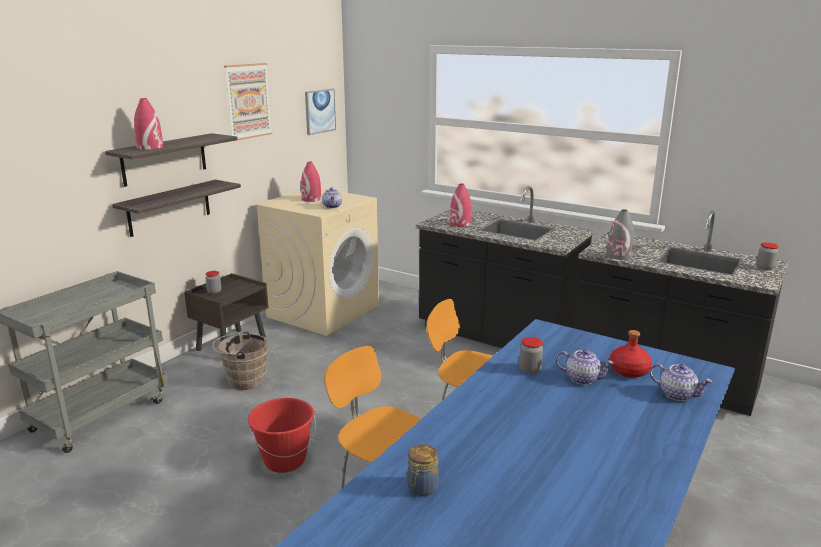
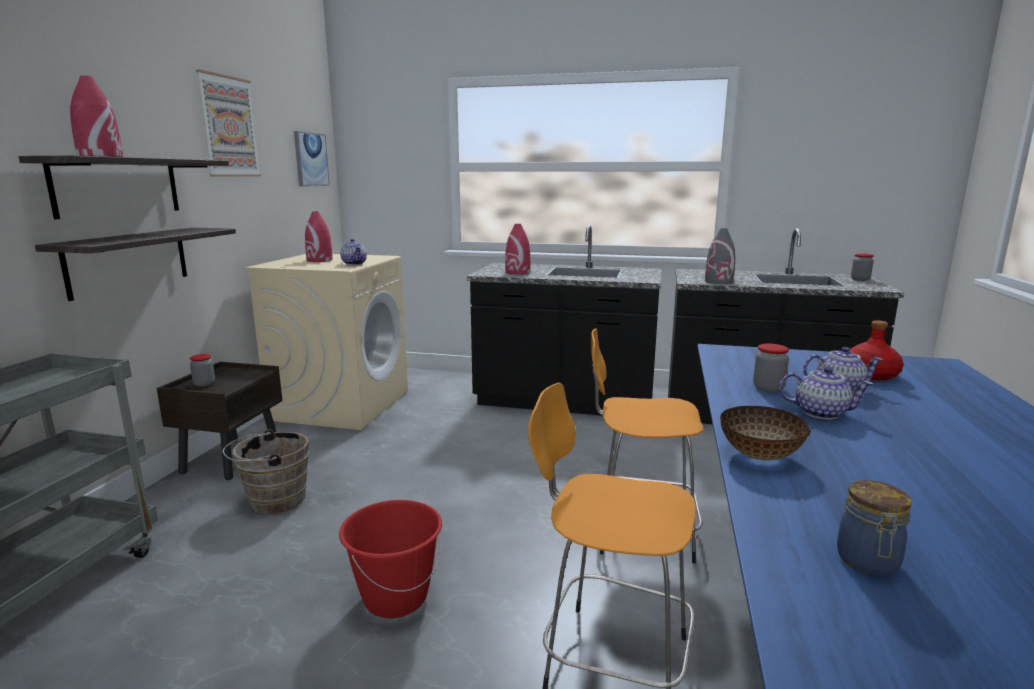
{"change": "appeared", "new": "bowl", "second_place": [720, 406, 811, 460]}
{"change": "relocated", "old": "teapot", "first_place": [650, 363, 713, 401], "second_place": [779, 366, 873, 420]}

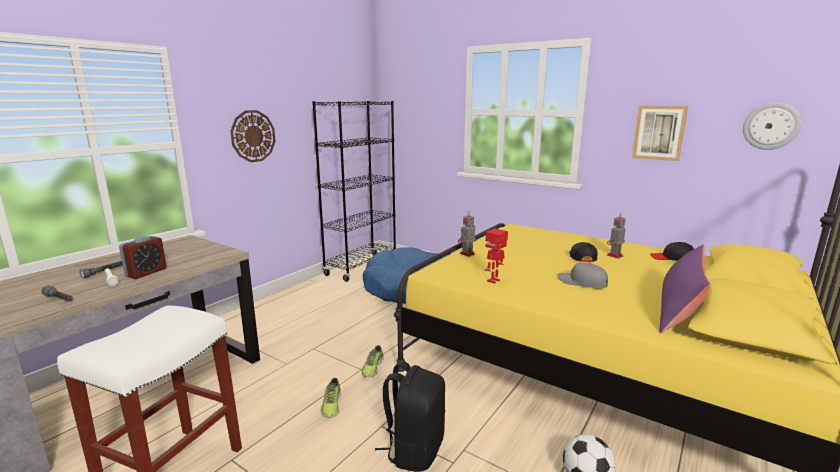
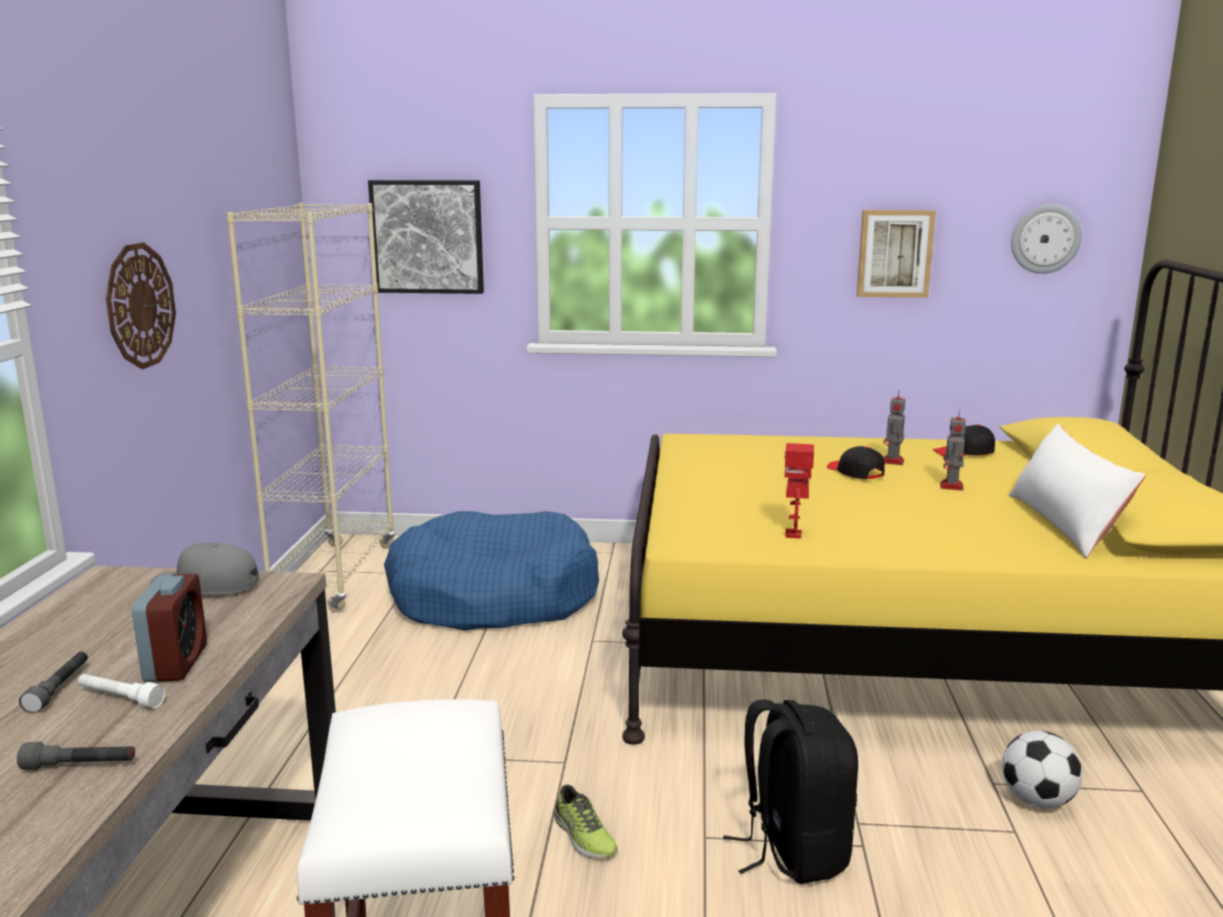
{"change": "relocated", "old": "cap (grey)", "first_place": [557, 262, 608, 289], "second_place": [151, 543, 259, 595]}
{"change": "colour", "old": "bookcase (black)", "new": "bookcase (beige)", "first_place": [312, 101, 396, 282], "second_place": [226, 203, 396, 612]}
{"change": "appeared", "new": "picture", "second_place": [368, 180, 484, 294]}
{"change": "relocated", "old": "toy robot", "first_place": [458, 211, 476, 257], "second_place": [940, 409, 966, 491]}
{"change": "colour", "old": "pillow (purple)", "new": "pillow (white)", "first_place": [659, 244, 710, 334], "second_place": [1009, 424, 1146, 559]}
{"change": "missing", "old": "shoe", "first_place": [362, 345, 384, 377]}

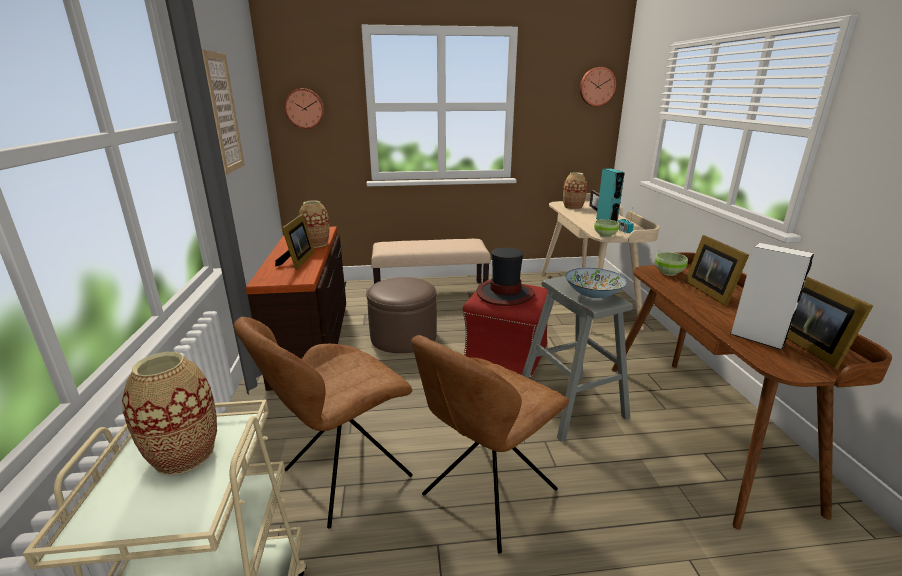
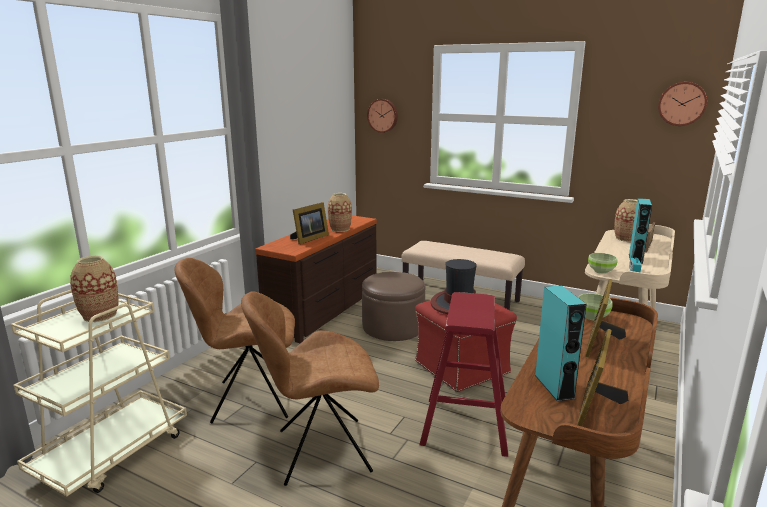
{"change": "colour", "old": "stool (grey)", "new": "stool (red)", "first_place": [522, 276, 633, 442], "second_place": [419, 292, 508, 457]}
{"change": "colour", "old": "speaker (white)", "new": "speaker (turquoise)", "first_place": [730, 243, 814, 350], "second_place": [535, 285, 587, 401]}
{"change": "missing", "old": "picture", "first_place": [202, 49, 244, 175]}
{"change": "missing", "old": "bowl", "first_place": [565, 268, 627, 298]}

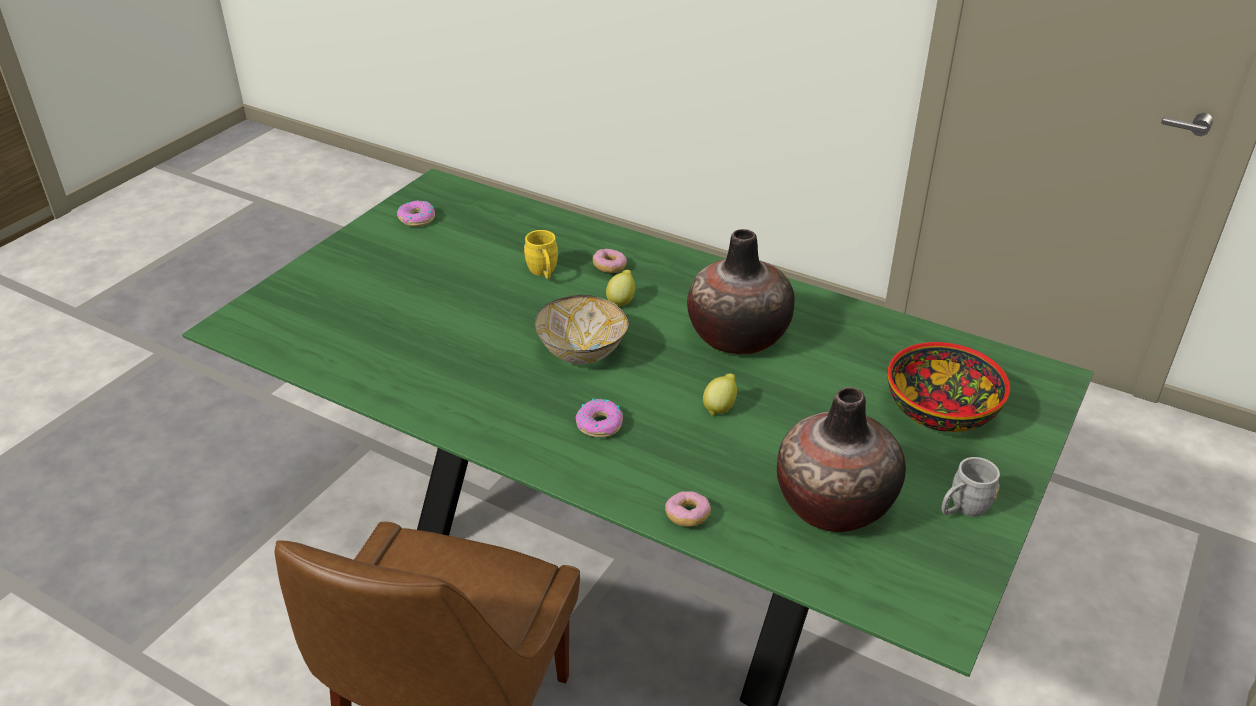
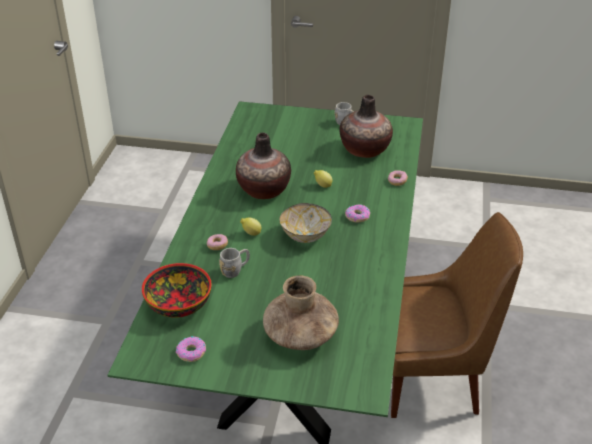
{"change": "relocated", "old": "bowl", "first_place": [887, 342, 1010, 432], "second_place": [142, 263, 212, 318]}
{"change": "colour", "old": "mug (yellow)", "new": "mug (grey)", "first_place": [524, 230, 558, 279], "second_place": [219, 248, 250, 278]}
{"change": "appeared", "new": "vase (brown)", "second_place": [263, 275, 339, 350]}

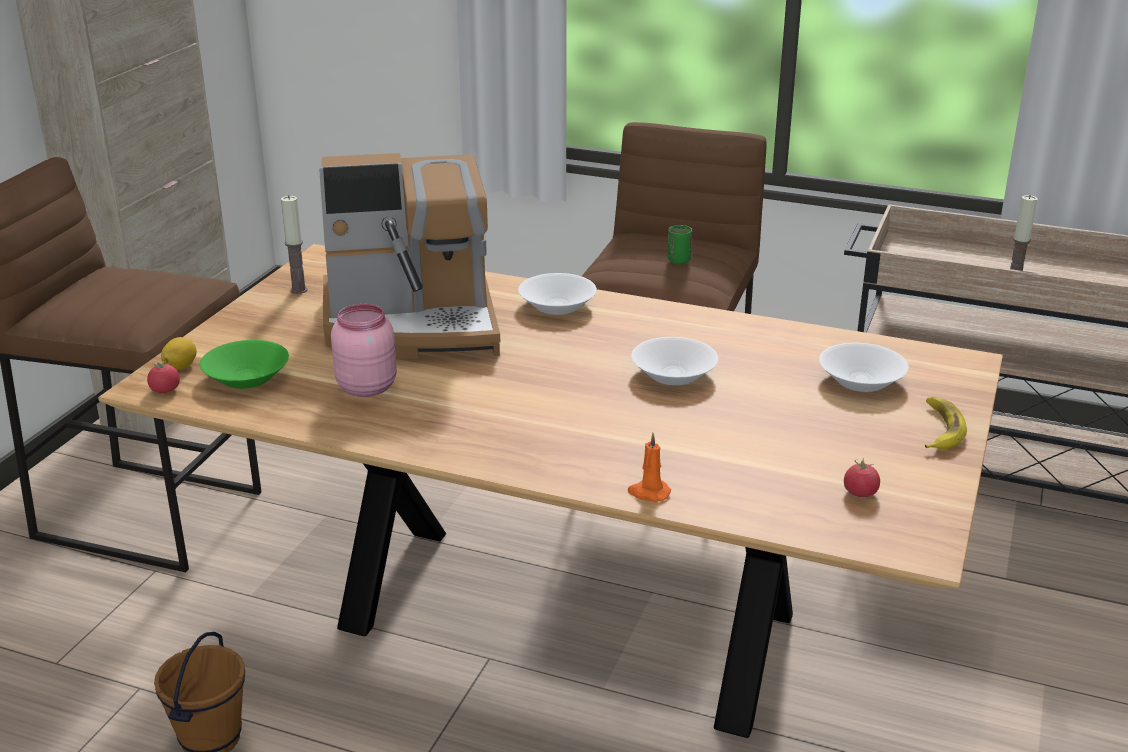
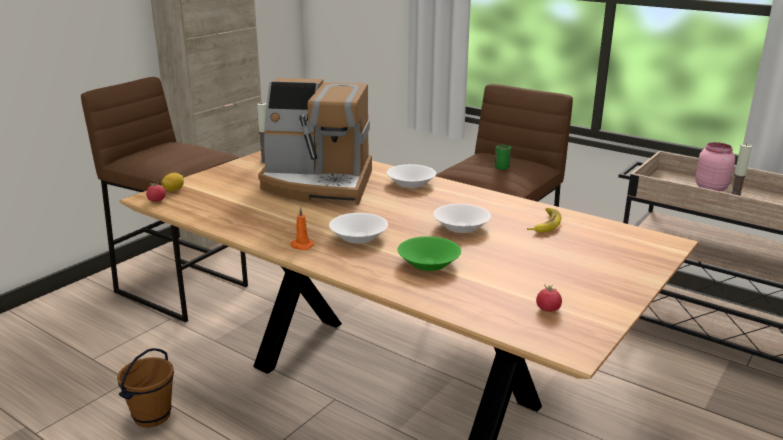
{"change": "relocated", "old": "candle (orange)", "first_place": [628, 433, 671, 502], "second_place": [290, 207, 314, 250]}
{"change": "relocated", "old": "bowl (white)", "first_place": [819, 343, 909, 392], "second_place": [329, 213, 388, 243]}
{"change": "relocated", "old": "bowl (green)", "first_place": [200, 340, 289, 389], "second_place": [398, 236, 461, 271]}
{"change": "relocated", "old": "banana", "first_place": [925, 397, 967, 450], "second_place": [527, 208, 561, 233]}
{"change": "relocated", "old": "jar (pink)", "first_place": [331, 304, 397, 397], "second_place": [695, 142, 735, 191]}

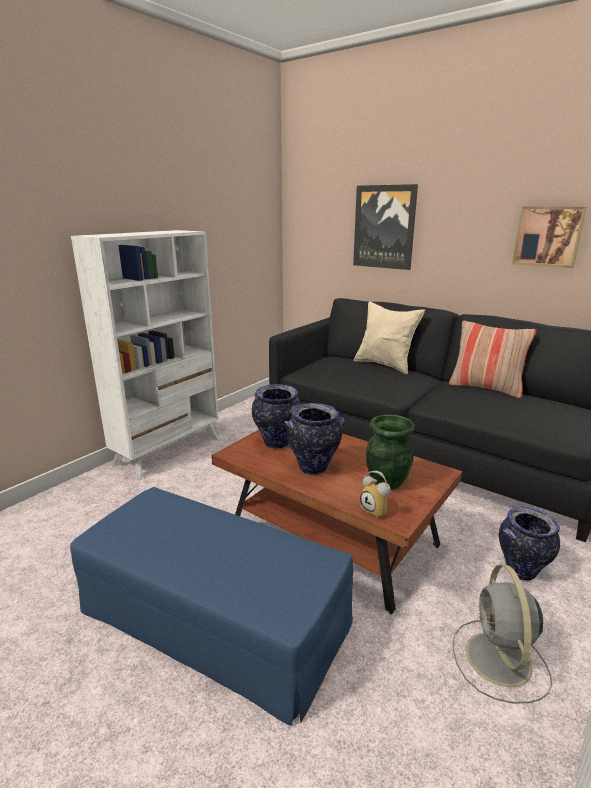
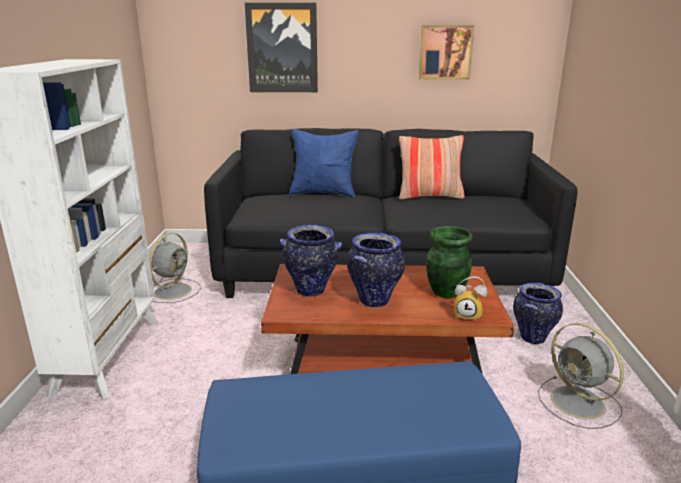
{"change": "appeared", "new": "fan (grey)", "second_place": [149, 233, 201, 303]}
{"change": "colour", "old": "pillow (beige)", "new": "pillow (blue)", "first_place": [354, 301, 425, 374], "second_place": [289, 129, 359, 198]}

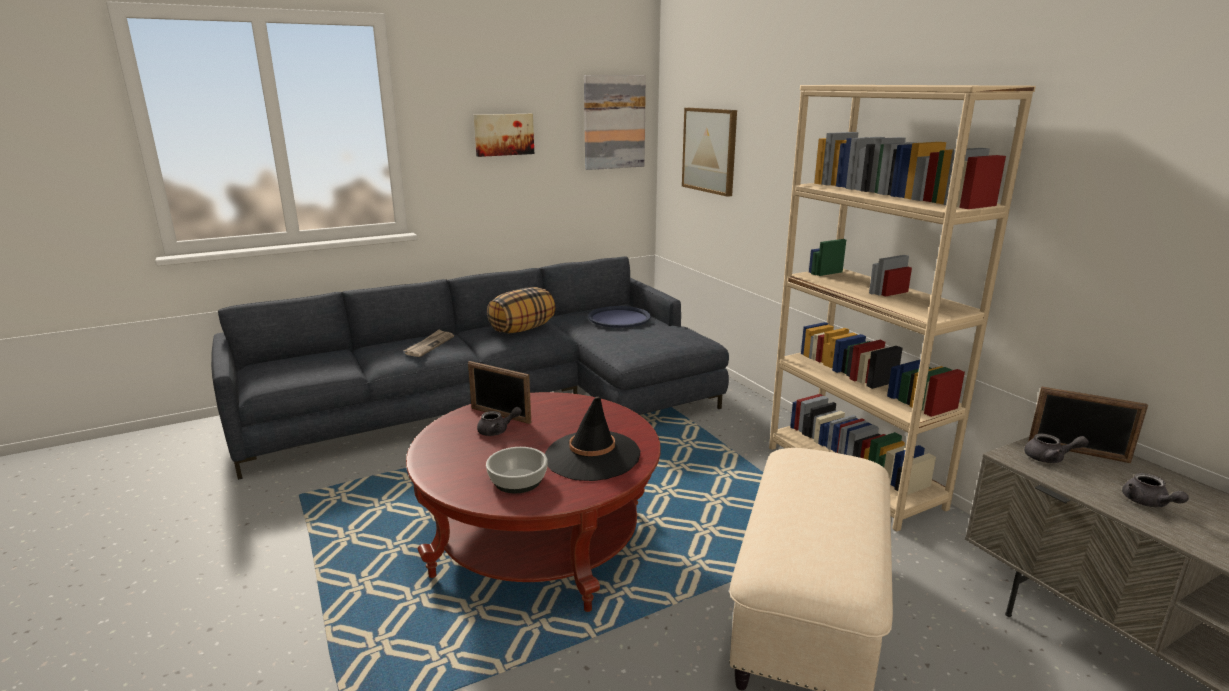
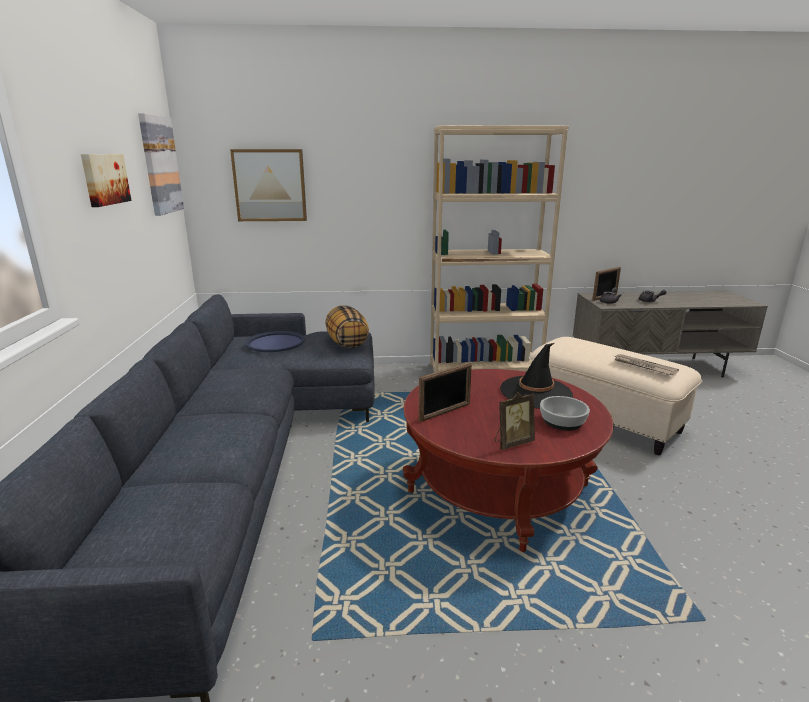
{"change": "relocated", "old": "pillow", "first_place": [487, 287, 555, 333], "second_place": [325, 305, 369, 348]}
{"change": "appeared", "new": "picture frame", "second_place": [494, 392, 535, 450]}
{"change": "relocated", "old": "newspaper", "first_place": [404, 329, 454, 357], "second_place": [614, 354, 679, 376]}
{"change": "missing", "old": "teapot (grey)", "first_place": [477, 407, 522, 436]}

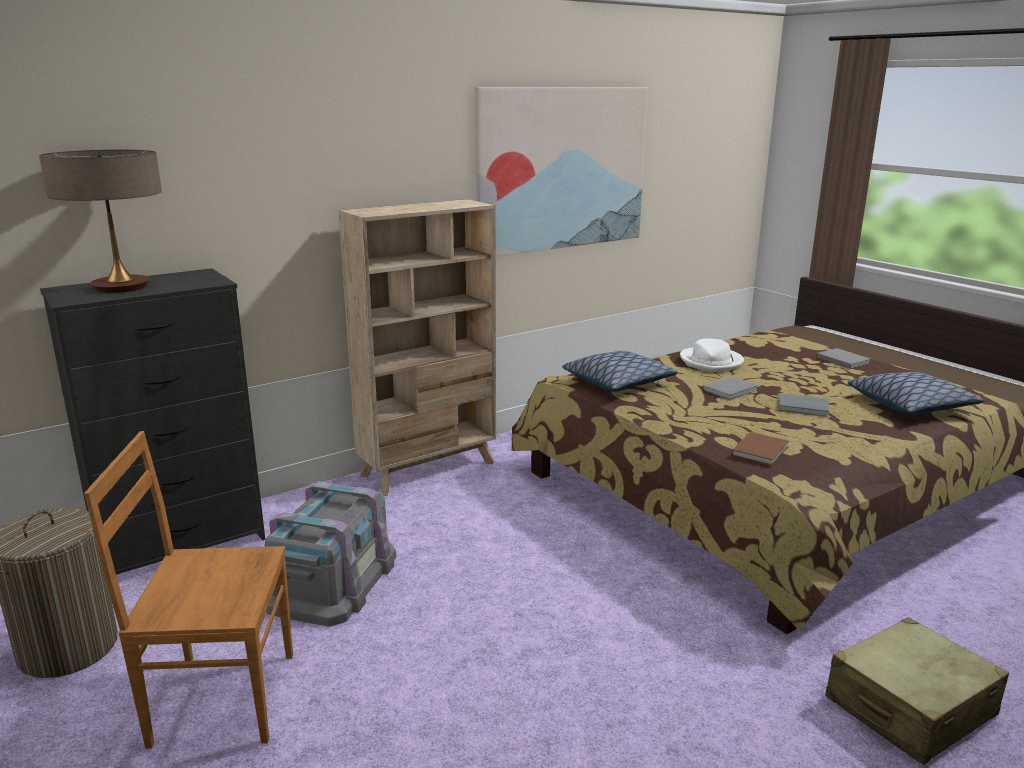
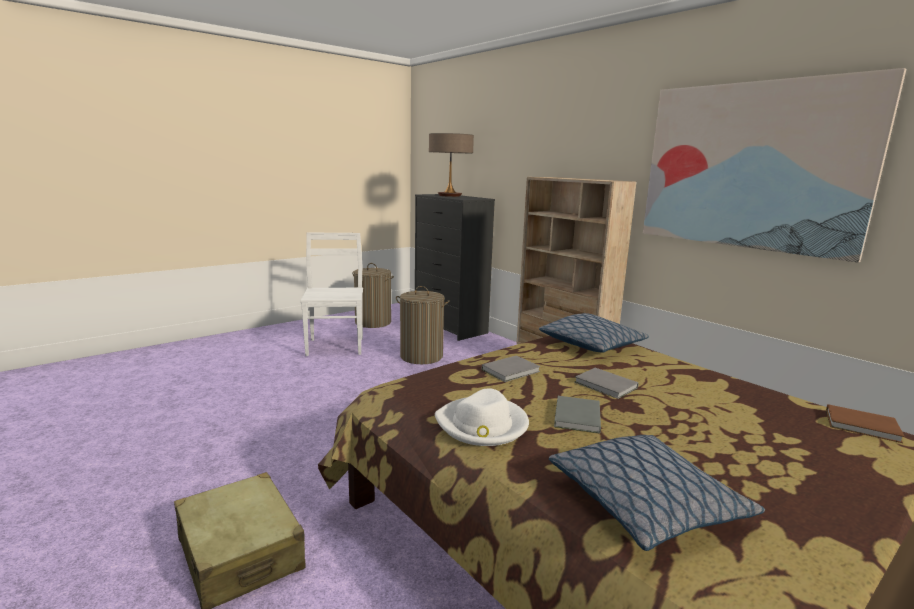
{"change": "colour", "old": "chair (brown)", "new": "chair (white)", "first_place": [84, 431, 293, 749], "second_place": [301, 232, 363, 356]}
{"change": "exchanged", "old": "storage box (grey)", "new": "laundry basket", "first_place": [265, 481, 396, 627], "second_place": [396, 286, 450, 364]}
{"change": "relocated", "old": "hat (white)", "first_place": [680, 339, 744, 372], "second_place": [435, 389, 529, 446]}
{"change": "relocated", "old": "book (grey)", "first_place": [817, 348, 870, 369], "second_place": [482, 355, 540, 382]}
{"change": "relocated", "old": "book (brown)", "first_place": [732, 432, 789, 466], "second_place": [826, 404, 905, 443]}

